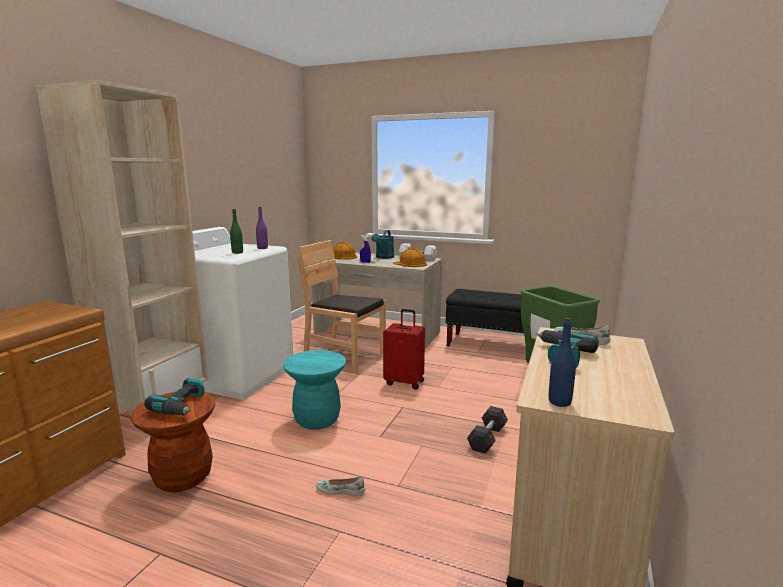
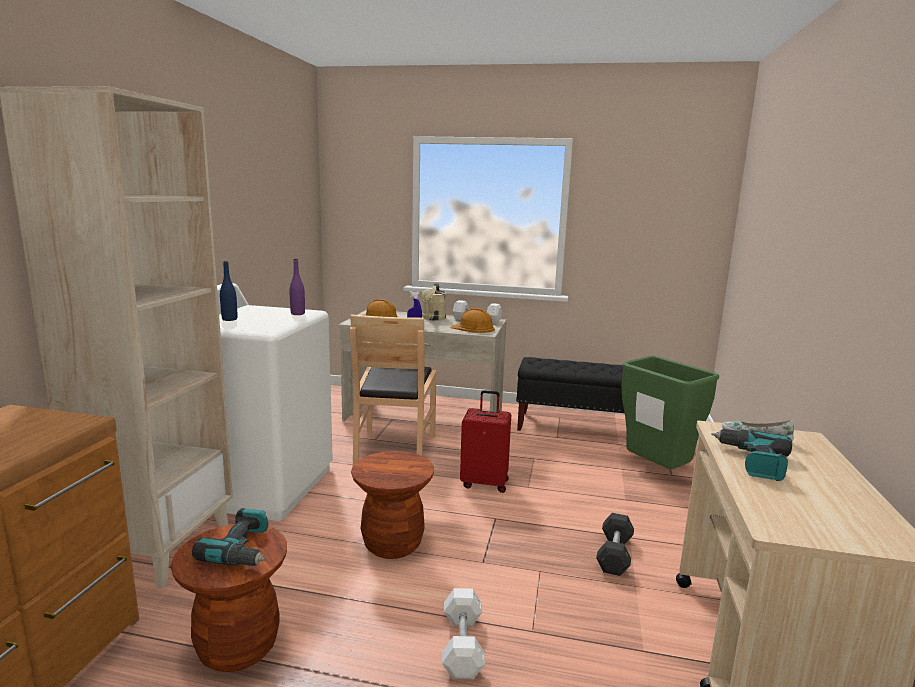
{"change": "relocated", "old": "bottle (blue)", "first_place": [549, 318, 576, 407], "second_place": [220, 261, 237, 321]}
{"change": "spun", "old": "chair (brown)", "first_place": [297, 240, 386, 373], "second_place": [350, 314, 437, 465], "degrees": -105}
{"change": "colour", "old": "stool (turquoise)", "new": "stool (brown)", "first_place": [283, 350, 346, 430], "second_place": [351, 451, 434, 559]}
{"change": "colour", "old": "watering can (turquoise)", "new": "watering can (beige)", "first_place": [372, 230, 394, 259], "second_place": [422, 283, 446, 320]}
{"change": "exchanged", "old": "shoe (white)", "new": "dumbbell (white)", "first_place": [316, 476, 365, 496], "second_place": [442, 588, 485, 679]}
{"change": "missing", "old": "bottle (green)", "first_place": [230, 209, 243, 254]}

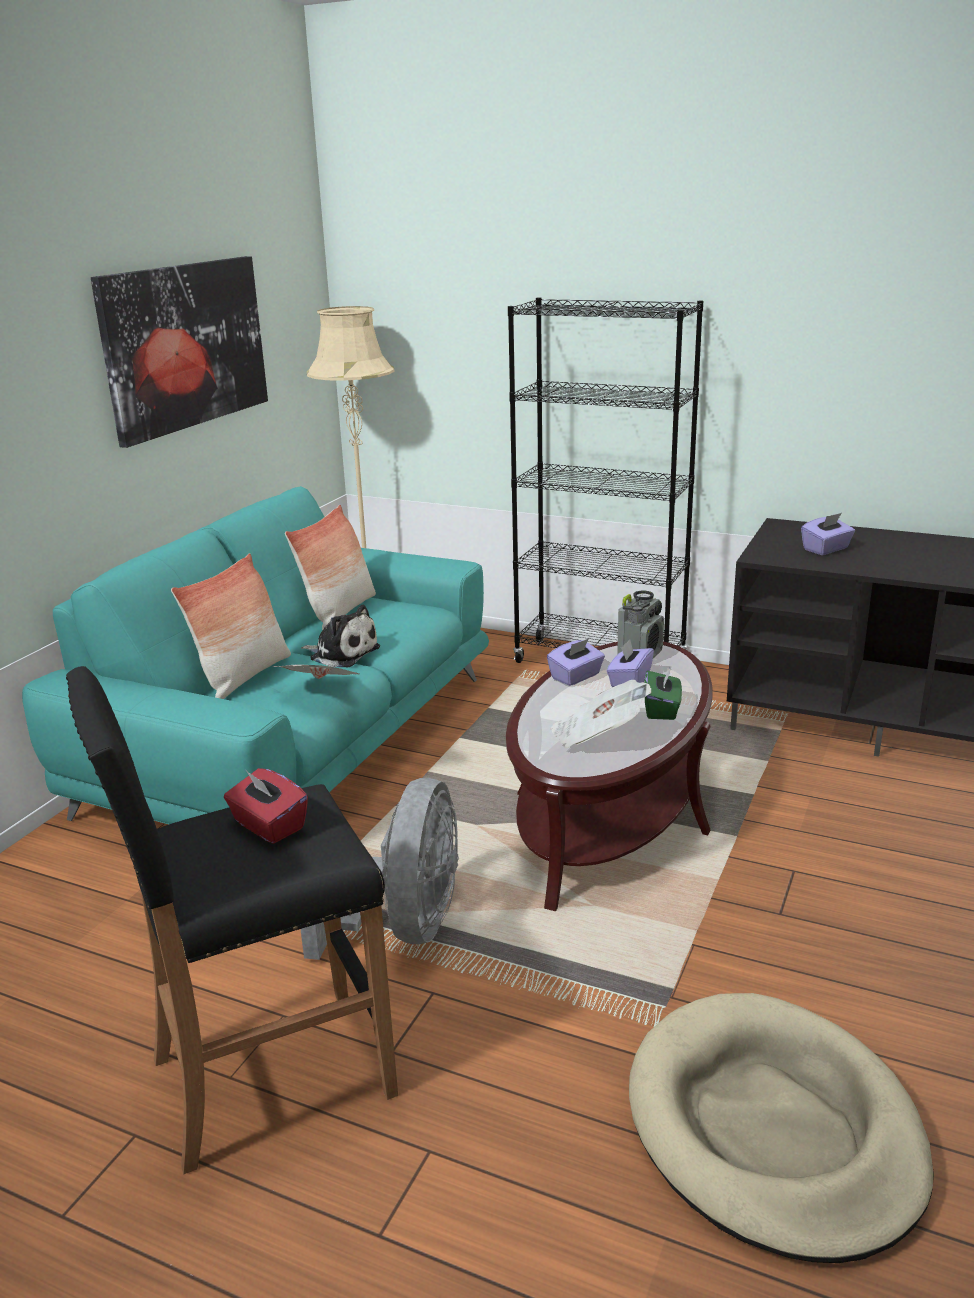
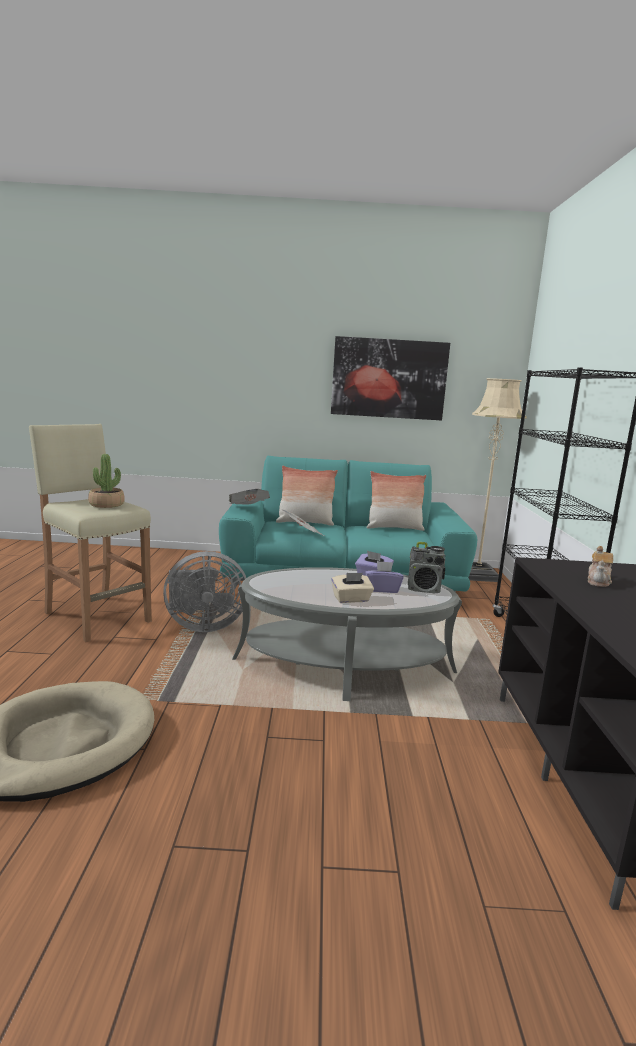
{"change": "colour", "old": "stool (black)", "new": "stool (beige)", "first_place": [66, 666, 398, 1174], "second_place": [29, 424, 152, 642]}
{"change": "exchanged", "old": "tissue box (red)", "new": "potted plant", "first_place": [224, 768, 308, 844], "second_place": [88, 454, 125, 508]}
{"change": "relocated", "old": "newspaper", "first_place": [551, 680, 651, 748], "second_place": [229, 489, 270, 505]}
{"change": "colour", "old": "coffee table (brown)", "new": "coffee table (grey)", "first_place": [506, 642, 713, 911], "second_place": [232, 567, 462, 701]}
{"change": "colour", "old": "tissue box (green)", "new": "tissue box (beige)", "first_place": [644, 668, 682, 720], "second_place": [331, 573, 374, 603]}
{"change": "exchanged", "old": "tissue box (purple)", "new": "teapot", "first_place": [801, 513, 855, 555], "second_place": [588, 546, 613, 587]}
{"change": "missing", "old": "plush toy", "first_place": [301, 605, 380, 667]}

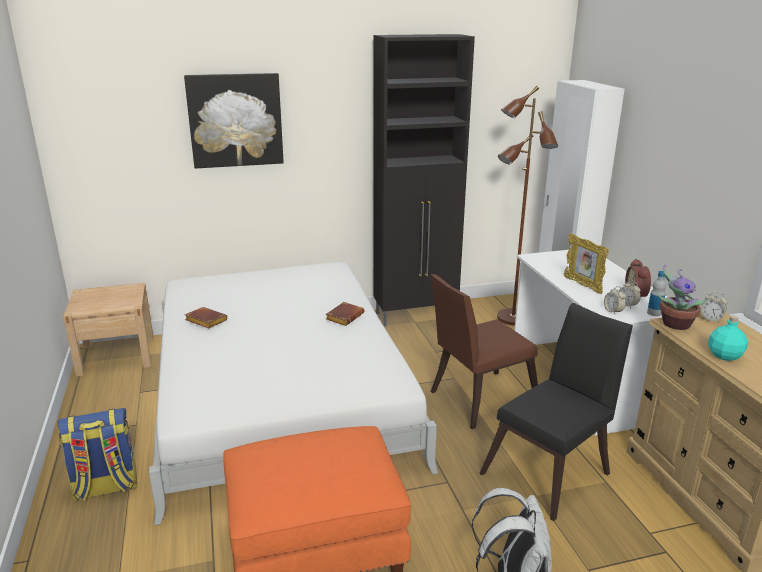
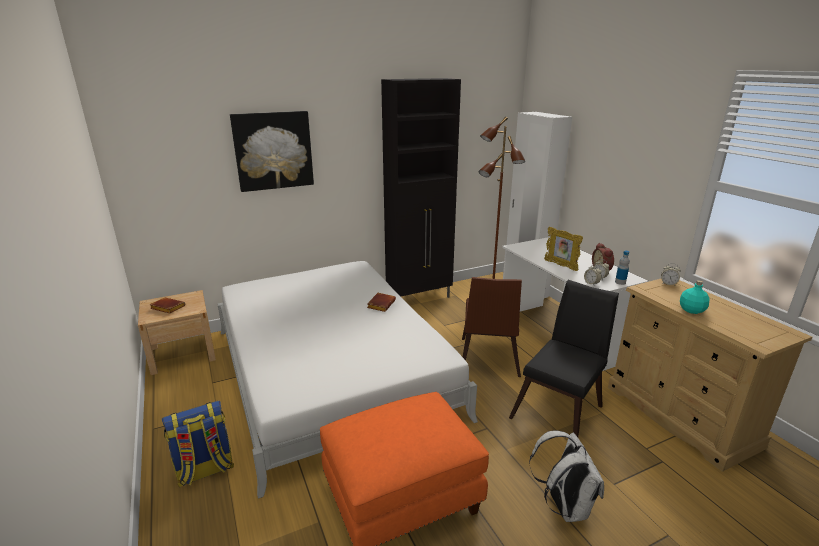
{"change": "relocated", "old": "book (brown)", "first_place": [185, 307, 228, 328], "second_place": [149, 297, 185, 313]}
{"change": "spun", "old": "chair (brown)", "first_place": [431, 274, 538, 429], "second_place": [462, 277, 522, 377], "degrees": -45}
{"change": "missing", "old": "potted plant", "first_place": [657, 265, 709, 330]}

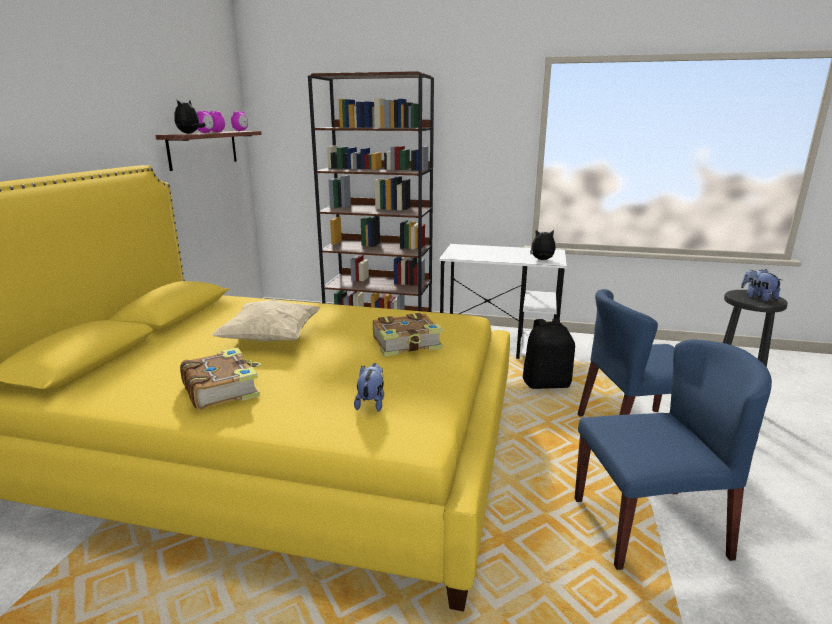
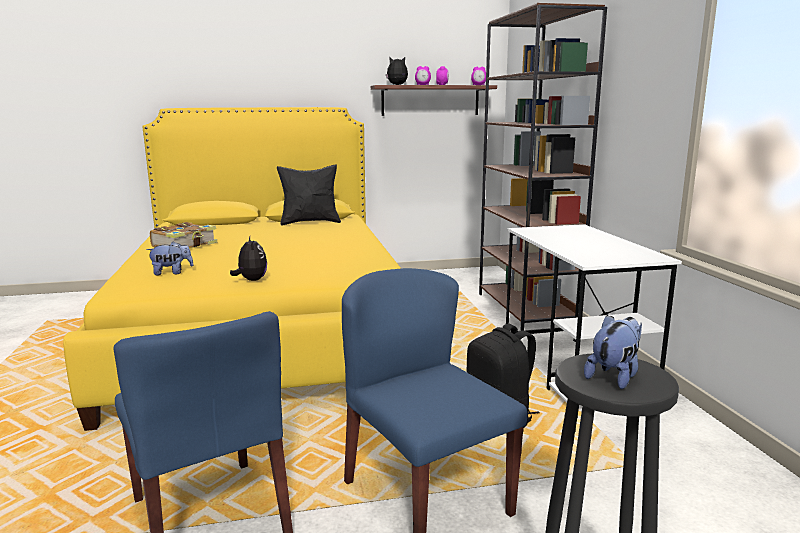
{"change": "relocated", "old": "plush toy", "first_place": [530, 230, 556, 260], "second_place": [230, 236, 267, 281]}
{"change": "appeared", "new": "pillow (black)", "second_place": [277, 164, 341, 226]}
{"change": "missing", "old": "pillow (beige)", "first_place": [211, 299, 320, 342]}
{"change": "missing", "old": "book", "first_place": [373, 313, 443, 357]}

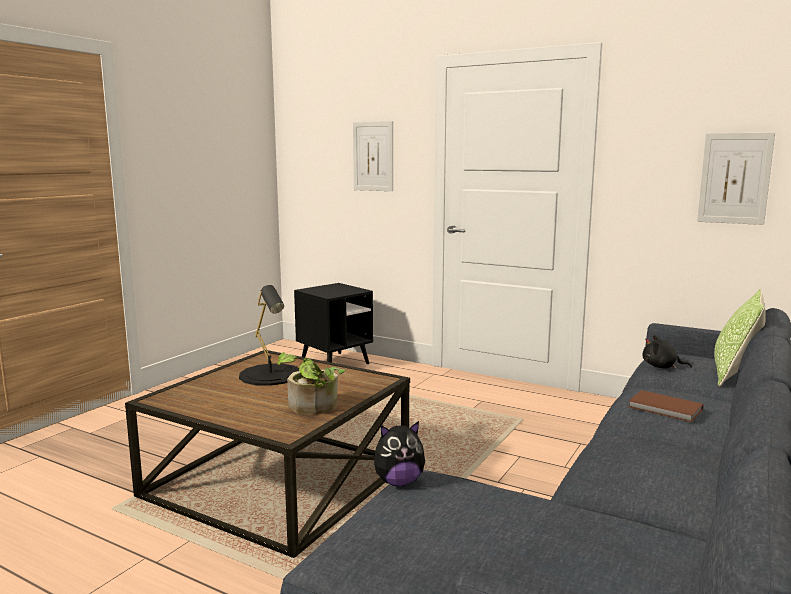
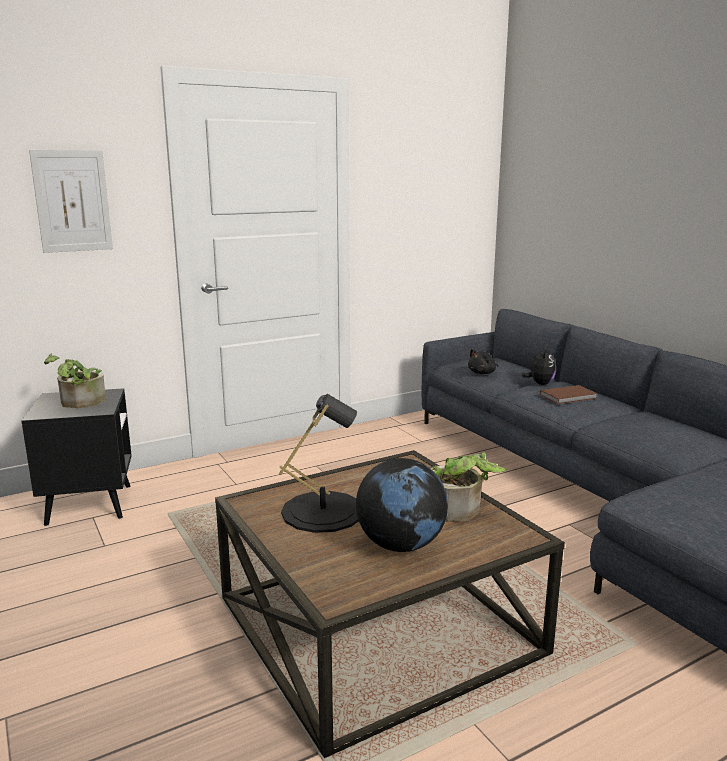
{"change": "appeared", "new": "potted plant", "second_place": [44, 353, 106, 408]}
{"change": "appeared", "new": "globe", "second_place": [356, 458, 448, 552]}
{"change": "relocated", "old": "plush toy", "first_place": [374, 421, 425, 486], "second_place": [522, 346, 556, 385]}
{"change": "missing", "old": "picture", "first_place": [697, 132, 775, 225]}
{"change": "missing", "old": "pillow", "first_place": [714, 289, 766, 386]}

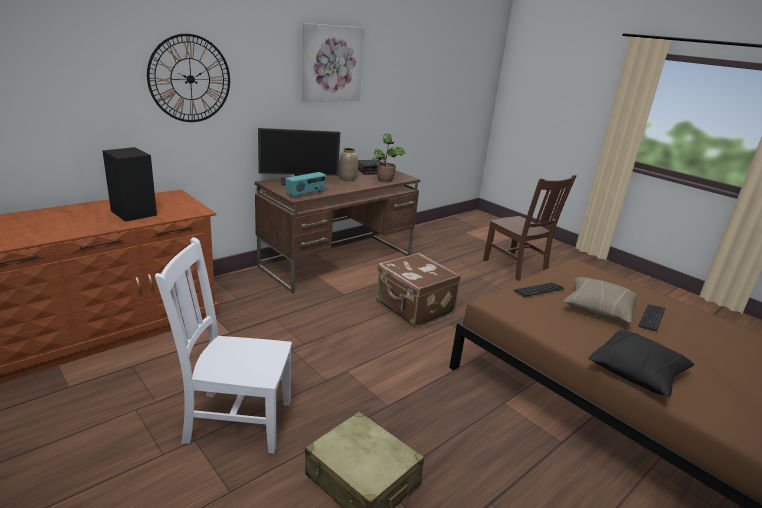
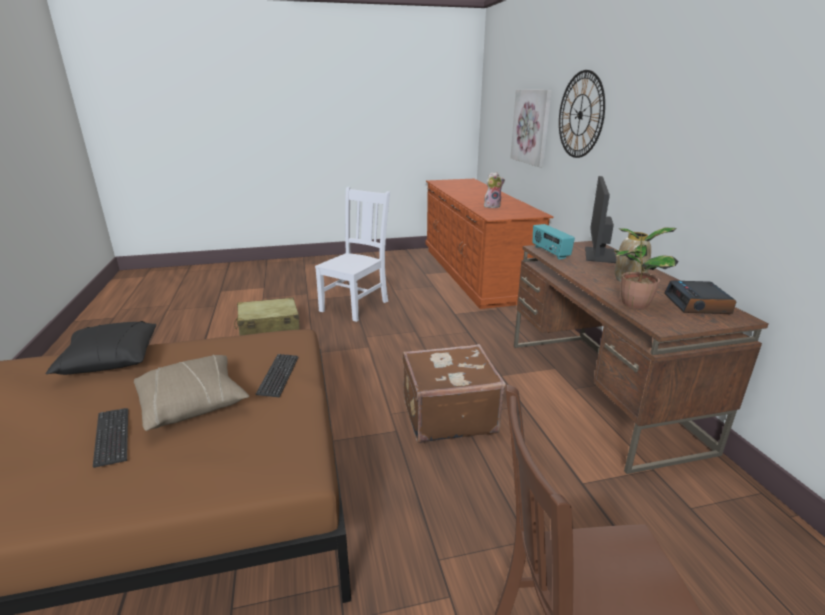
{"change": "exchanged", "old": "speaker (black)", "new": "plush toy", "first_place": [102, 147, 157, 222], "second_place": [484, 172, 505, 208]}
{"change": "relocated", "old": "picture", "first_place": [302, 23, 365, 102], "second_place": [510, 90, 552, 167]}

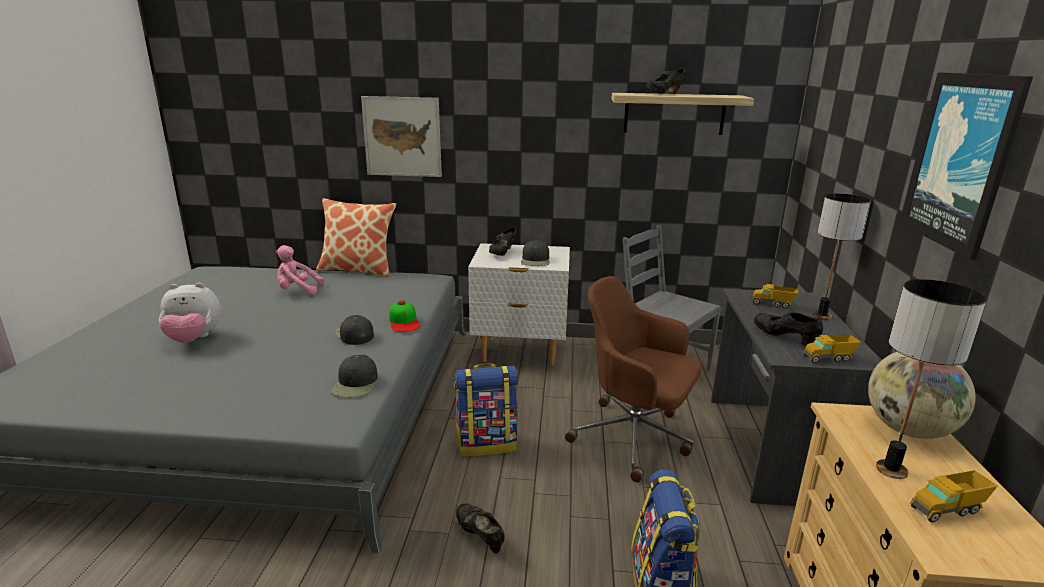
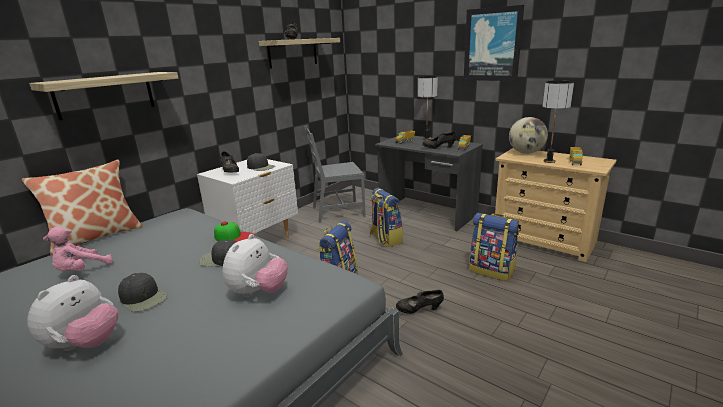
{"change": "exchanged", "old": "picture", "new": "shelf", "first_place": [361, 96, 442, 177], "second_place": [29, 72, 178, 121]}
{"change": "relocated", "old": "cap (black)", "first_place": [331, 355, 378, 397], "second_place": [118, 273, 167, 312]}
{"change": "appeared", "new": "plush toy", "second_place": [223, 234, 288, 297]}
{"change": "exchanged", "old": "office chair (brown)", "new": "backpack", "first_place": [565, 276, 702, 482], "second_place": [370, 188, 403, 247]}

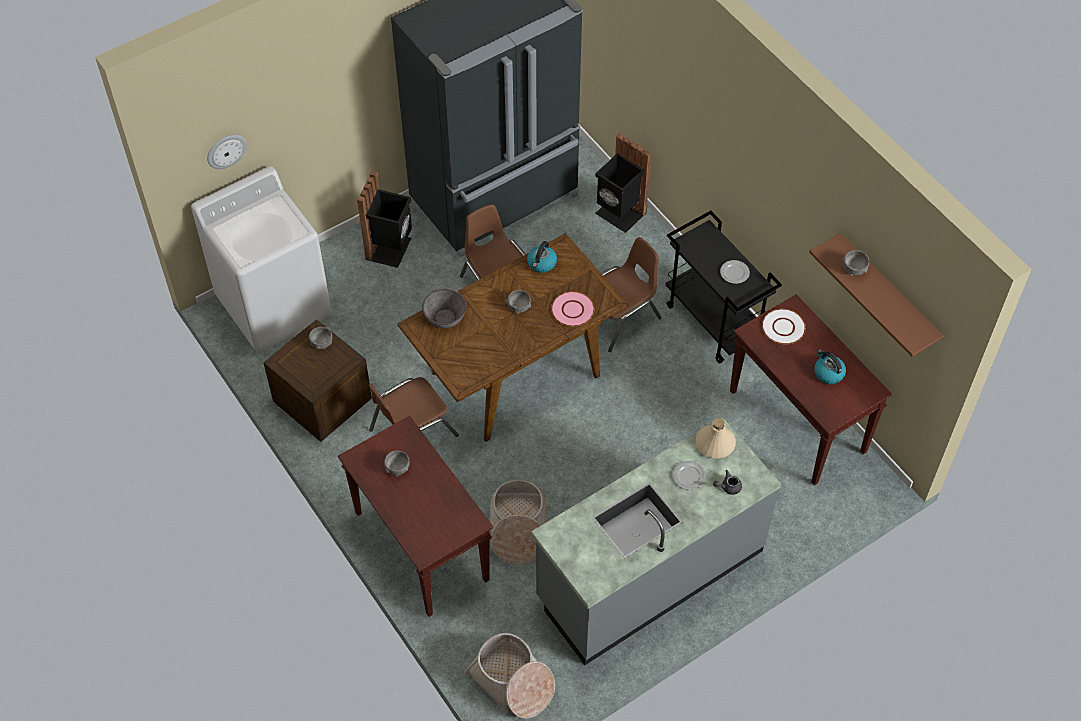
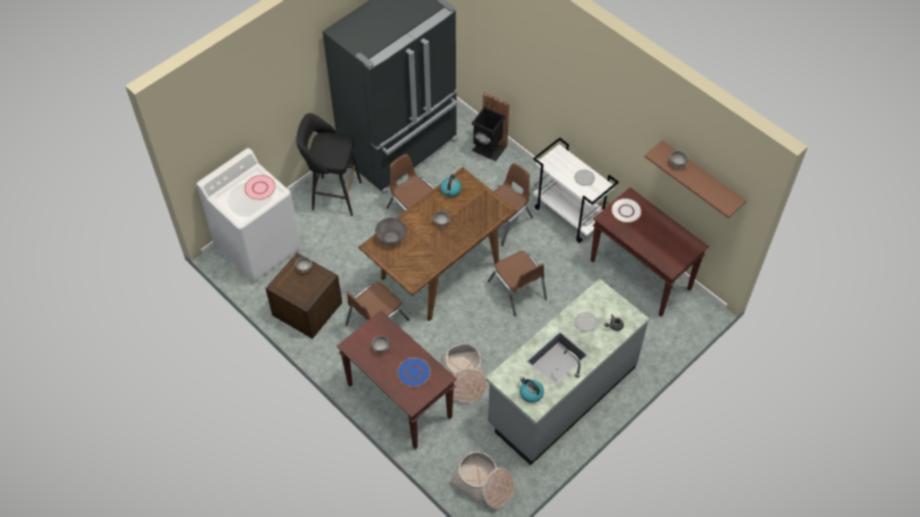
{"change": "relocated", "old": "plate (pink)", "first_place": [551, 291, 595, 327], "second_place": [244, 175, 276, 200]}
{"change": "exchanged", "old": "trash can (black)", "new": "stool (black)", "first_place": [357, 171, 412, 268], "second_place": [296, 113, 362, 216]}
{"change": "appeared", "new": "plate (blue)", "second_place": [397, 357, 431, 387]}
{"change": "appeared", "new": "chair (brown)", "second_place": [488, 251, 547, 316]}
{"change": "relocated", "old": "kettle", "first_place": [814, 349, 846, 384], "second_place": [520, 377, 544, 403]}
{"change": "colour", "old": "cart (black)", "new": "cart (white)", "first_place": [666, 211, 782, 364], "second_place": [533, 138, 619, 243]}
{"change": "missing", "old": "wall clock", "first_place": [207, 135, 247, 169]}
{"change": "missing", "old": "bottle (beige)", "first_place": [696, 418, 736, 458]}

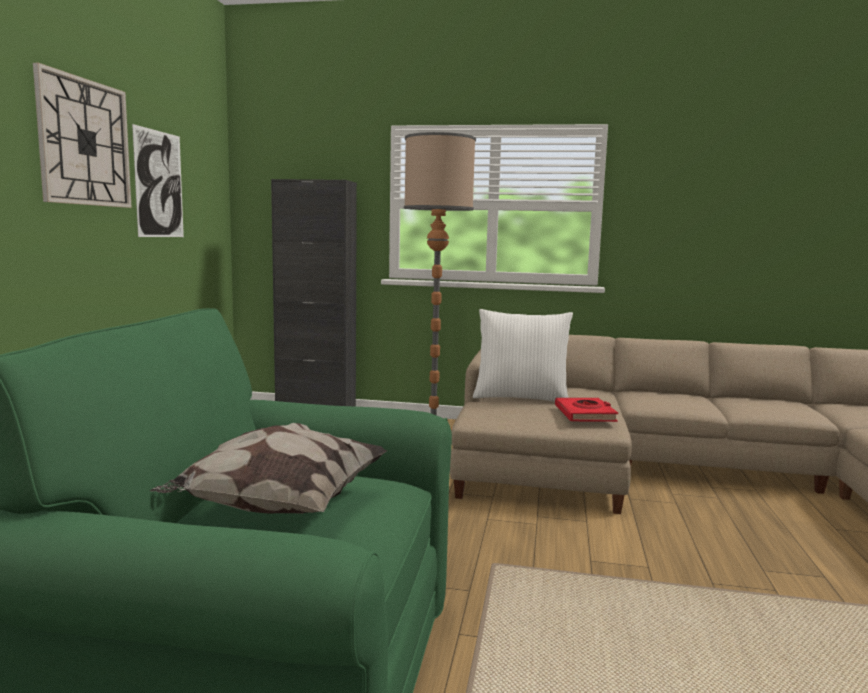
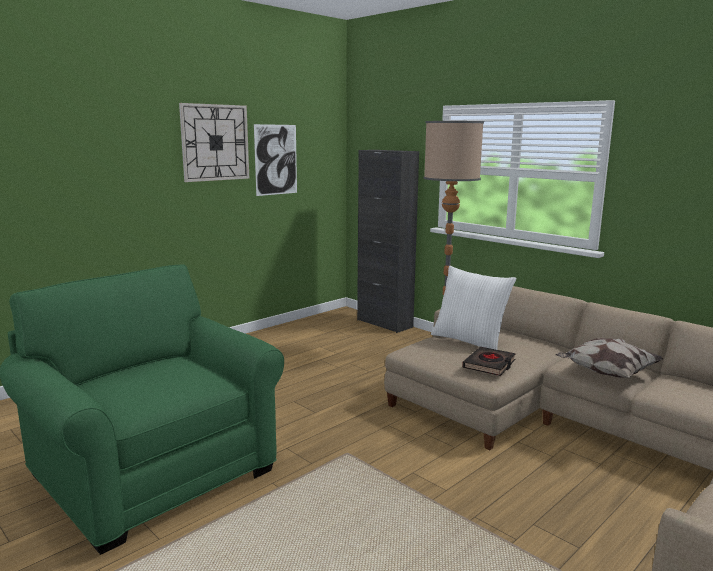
{"change": "colour", "old": "book (red)", "new": "book (black)", "first_place": [555, 398, 618, 422], "second_place": [462, 347, 516, 376]}
{"change": "relocated", "old": "pillow", "first_place": [150, 423, 387, 514], "second_place": [555, 338, 663, 378]}

